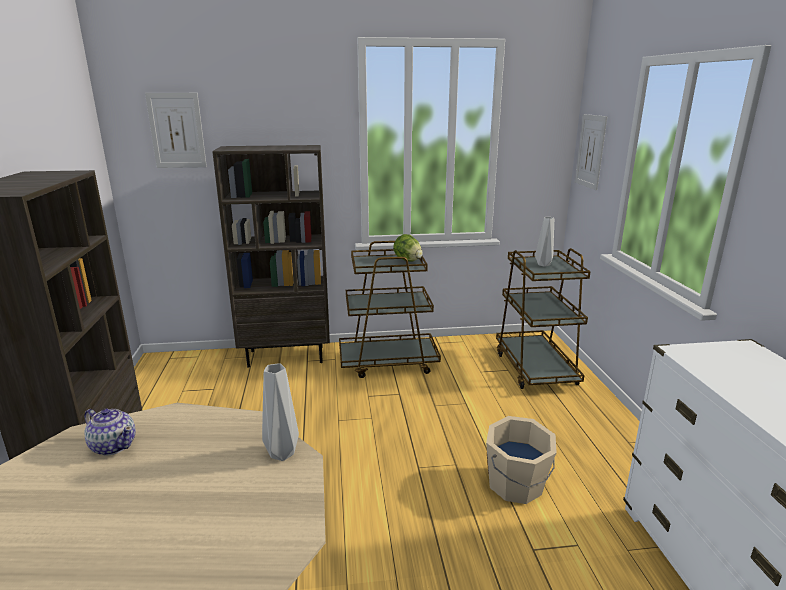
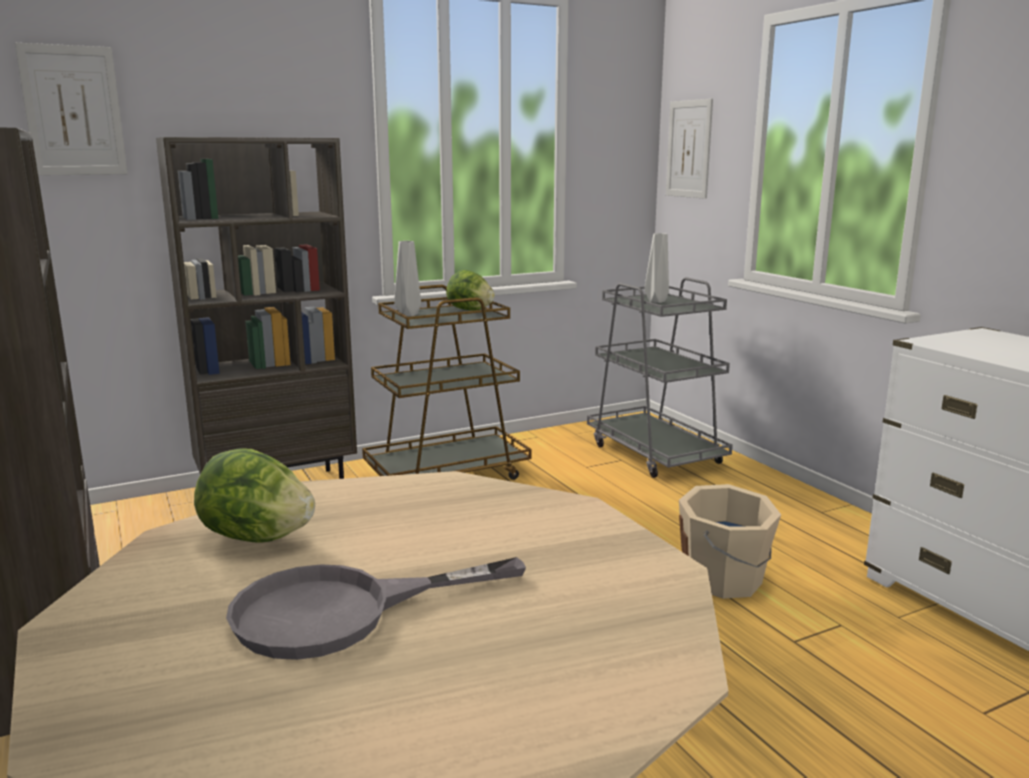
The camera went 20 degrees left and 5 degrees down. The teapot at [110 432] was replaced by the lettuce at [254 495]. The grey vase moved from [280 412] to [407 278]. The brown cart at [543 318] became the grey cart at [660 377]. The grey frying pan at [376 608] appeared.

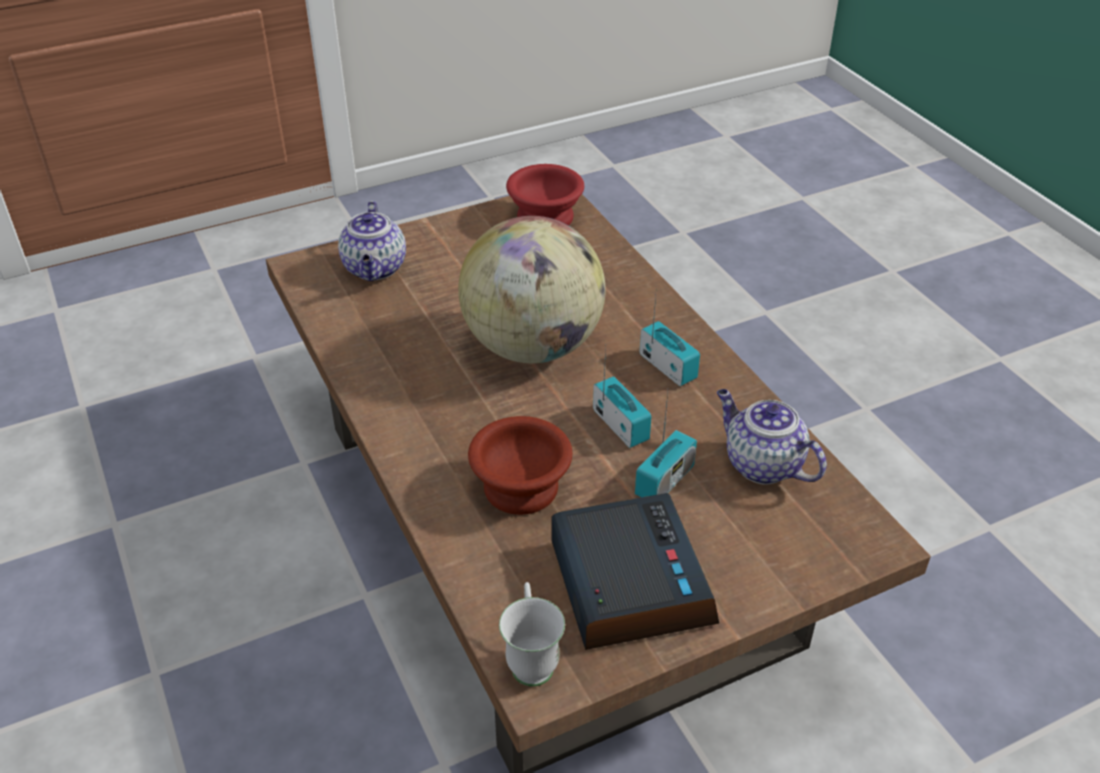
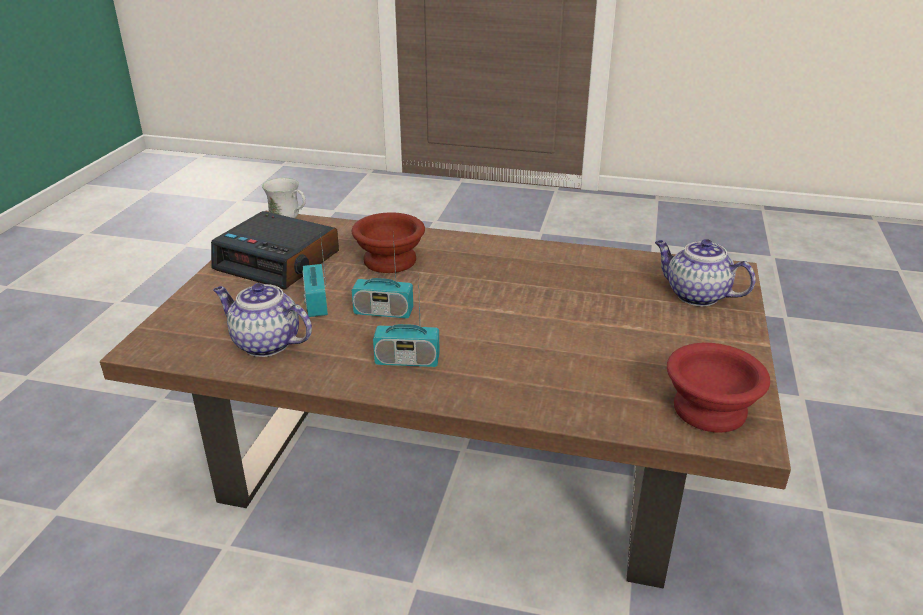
The camera went 130 degrees right and 10 degrees down. The globe at [532 289] disappeared. The teapot at [772 437] turned 150 degrees counterclockwise.

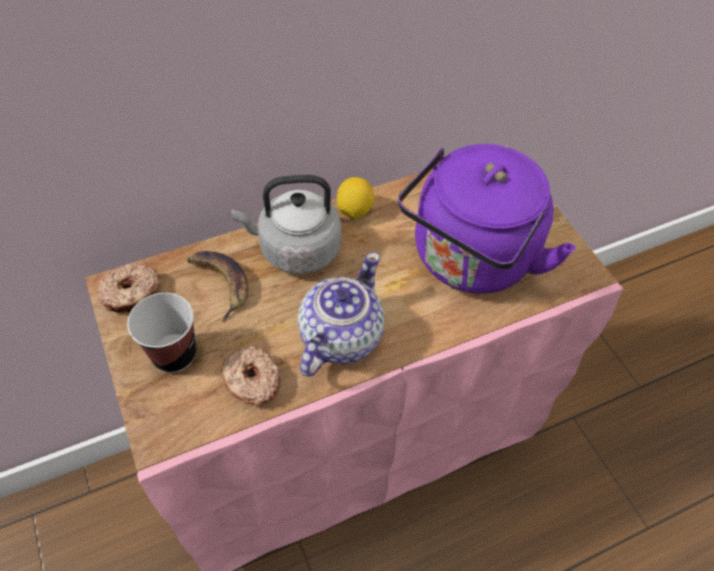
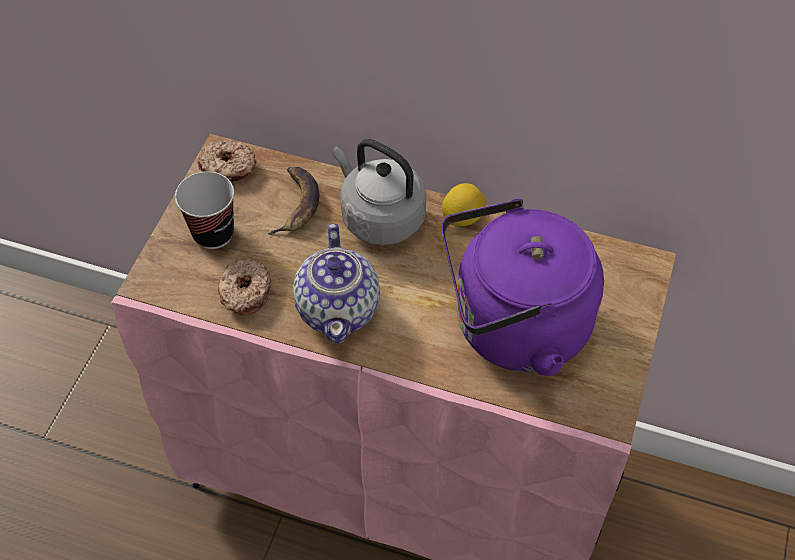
The camera went 45 degrees right and 0 degrees up. The teapot at [341 314] turned 105 degrees clockwise.

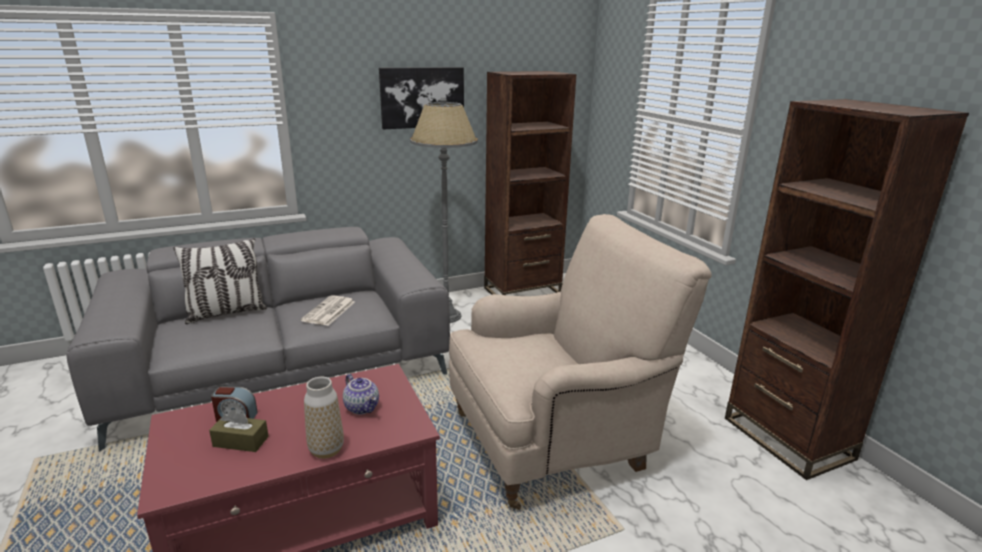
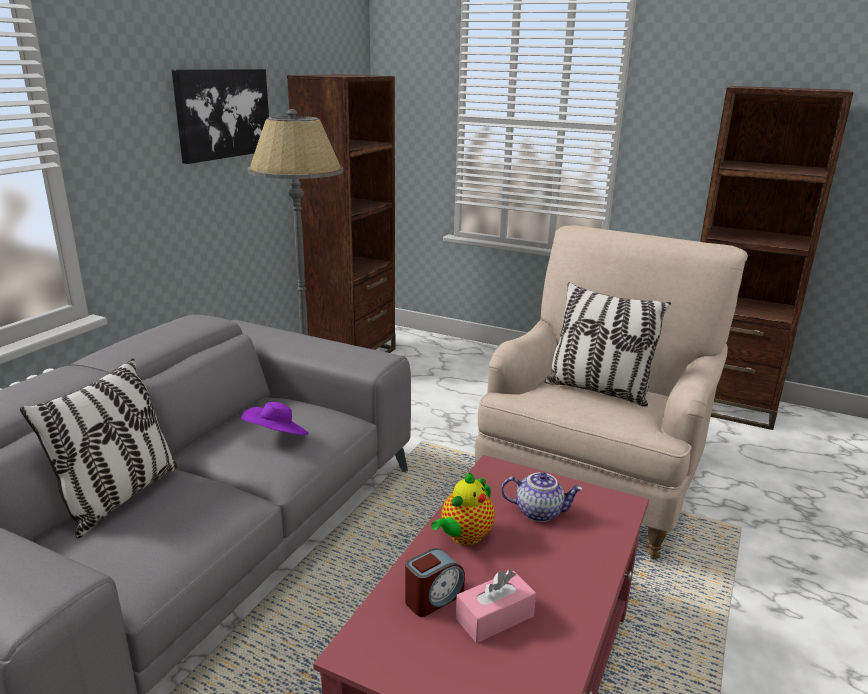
The camera went 40 degrees left and 0 degrees up. The brown tissue box at [239 430] became the pink tissue box at [496 606]. The newspaper at [328 310] was replaced by the purple hat at [275 418]. The vase at [324 418] disappeared. The teapot at [463 508] appeared. The pillow at [607 344] appeared.

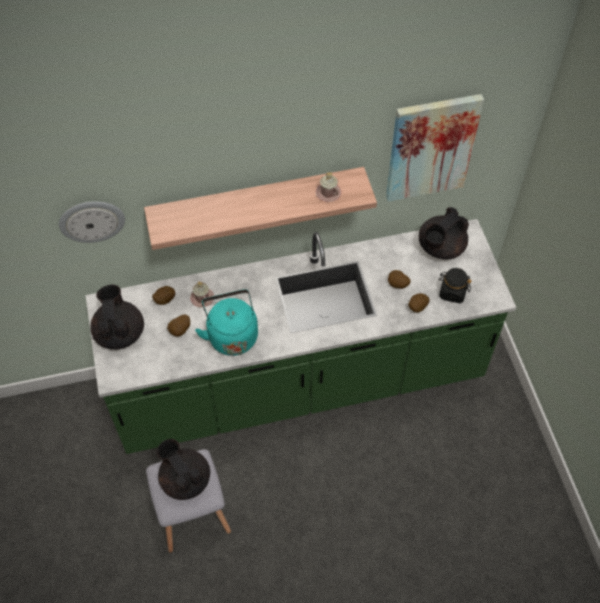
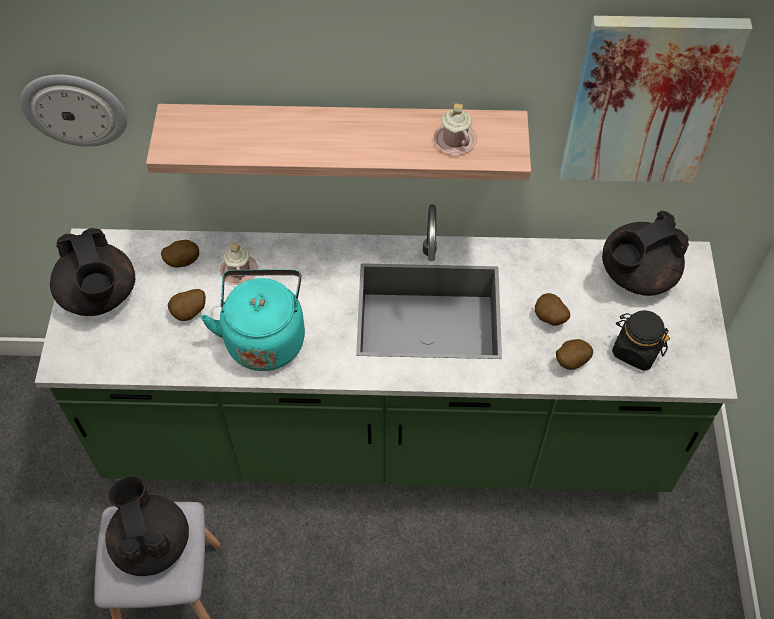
The camera went 15 degrees right and 0 degrees up. The black teapot at [117 317] turned 150 degrees clockwise.

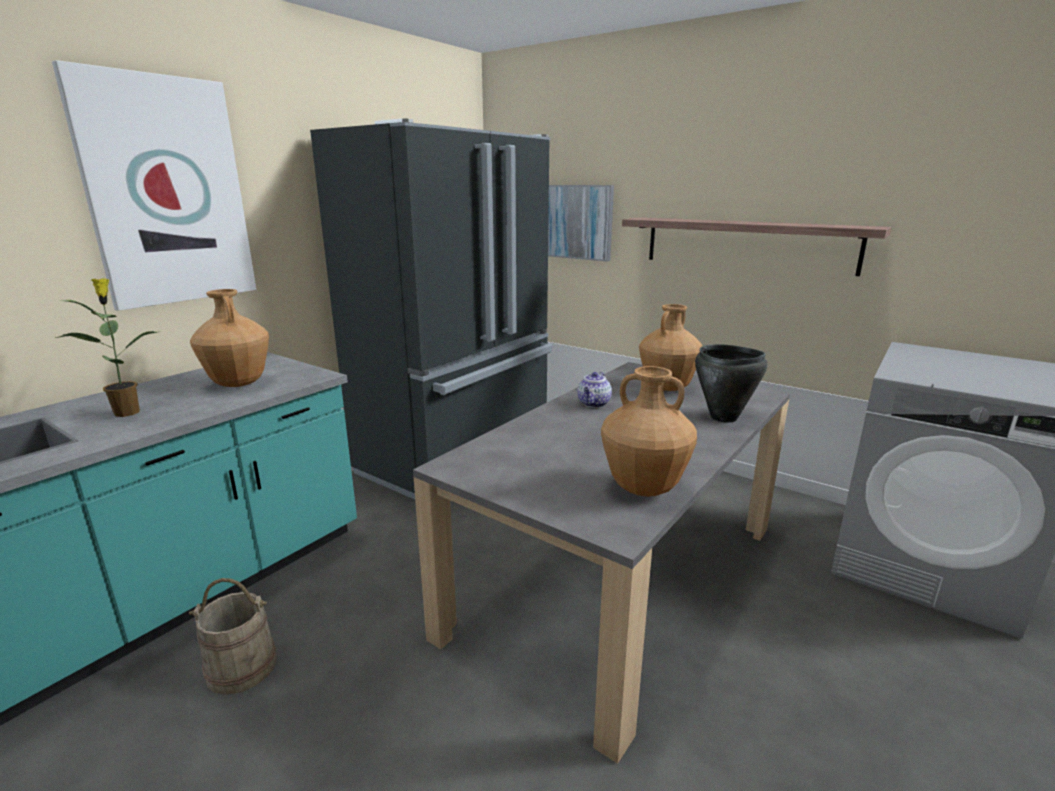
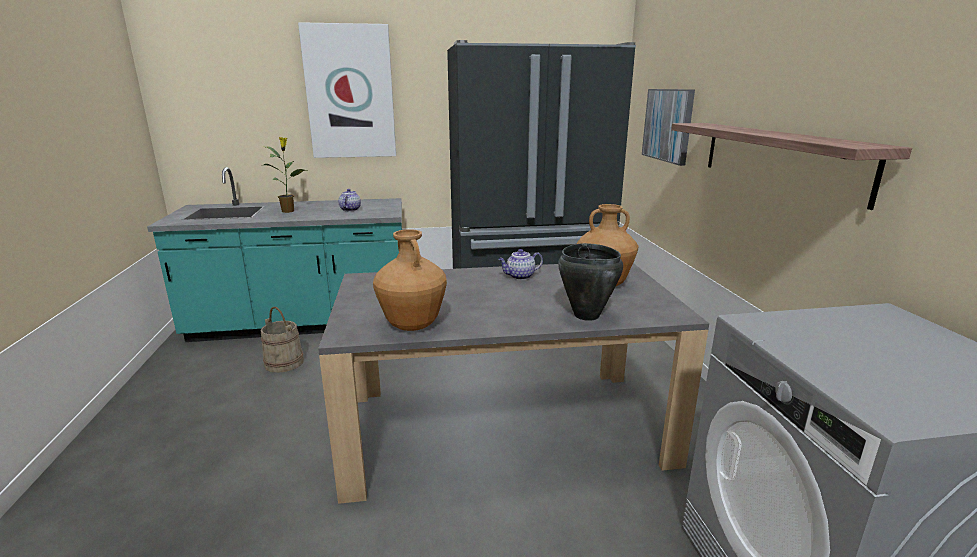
The camera went 45 degrees right and 0 degrees up. The brown vase at [229 338] was replaced by the teapot at [349 200].

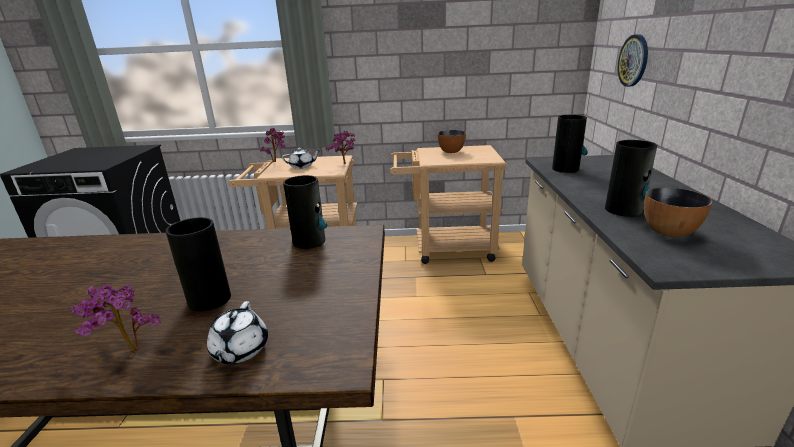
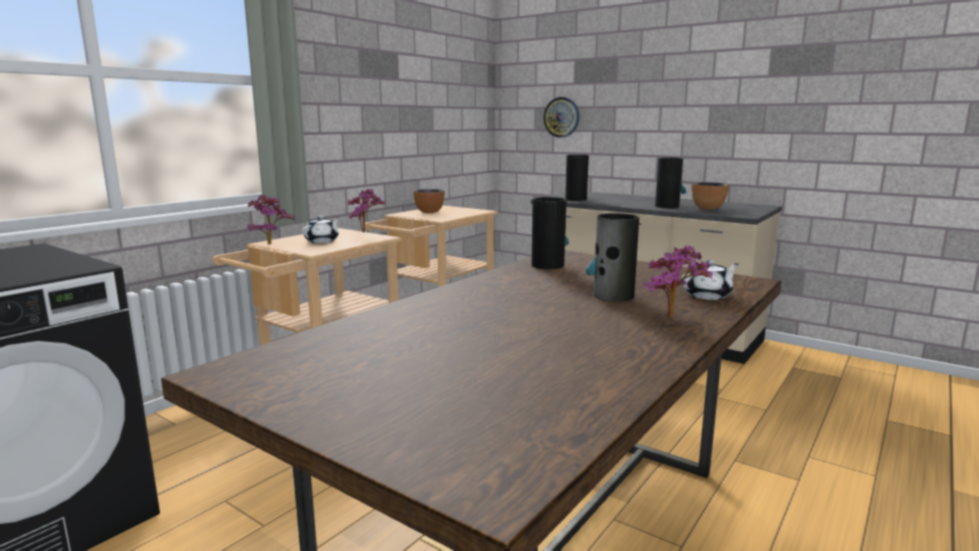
The camera went 55 degrees left and 10 degrees down. The white teapot at [237 332] turned 60 degrees counterclockwise.

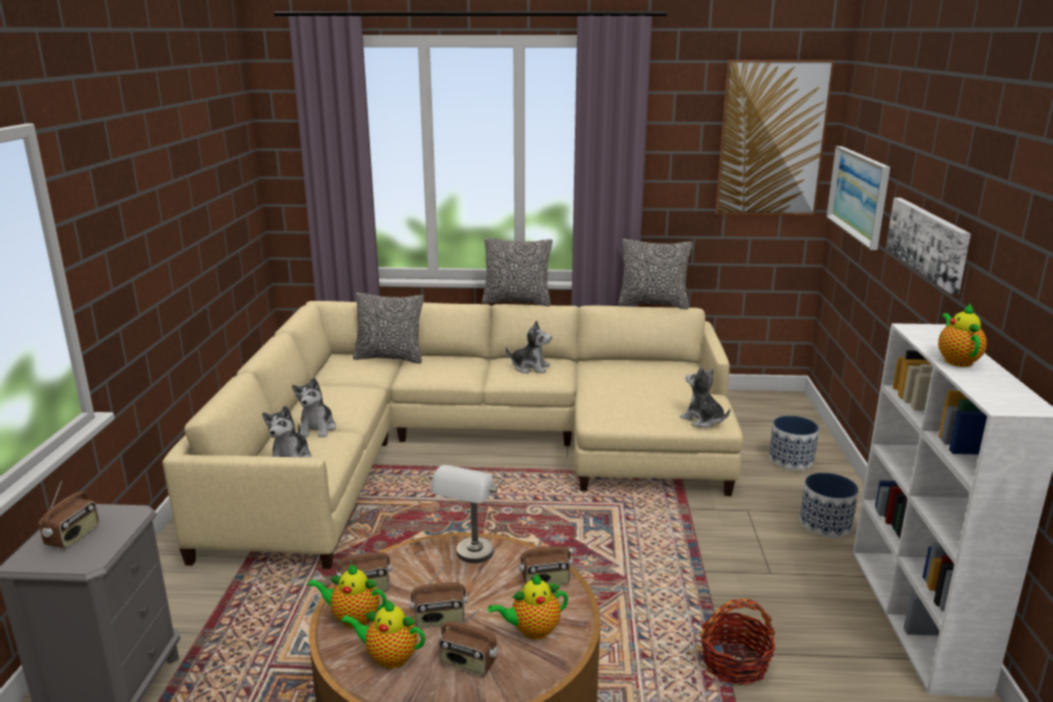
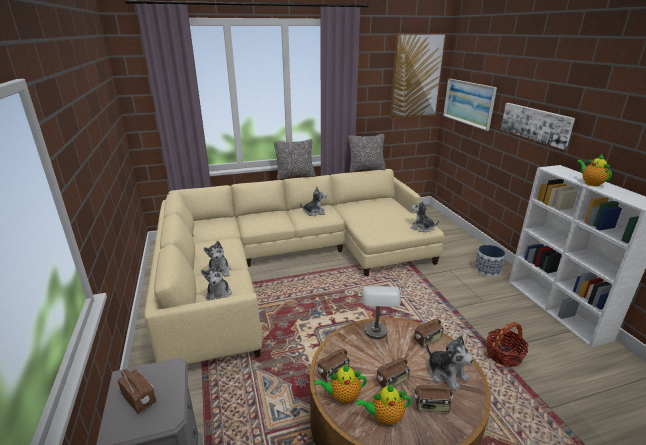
The camera went 20 degrees left and 5 degrees up. The radio at [69 515] turned 45 degrees counterclockwise. The pillow at [388 327] disappeared. The teapot at [528 607] was replaced by the plush toy at [450 363]. The planter at [794 443] disappeared.

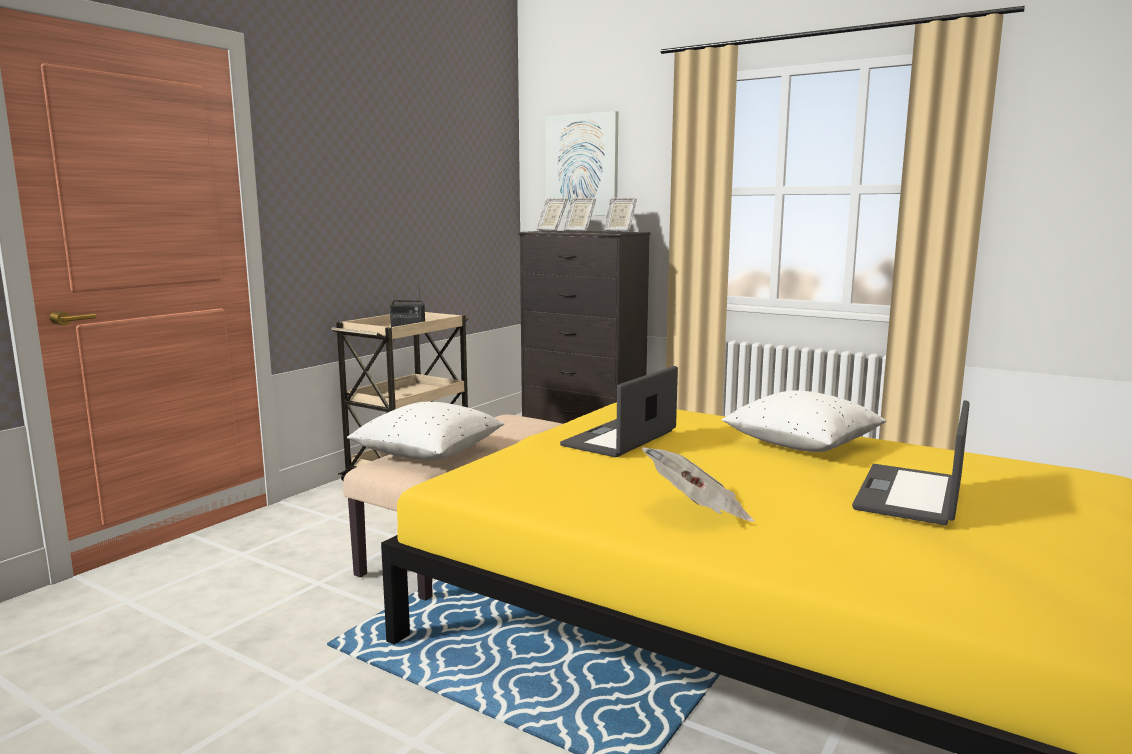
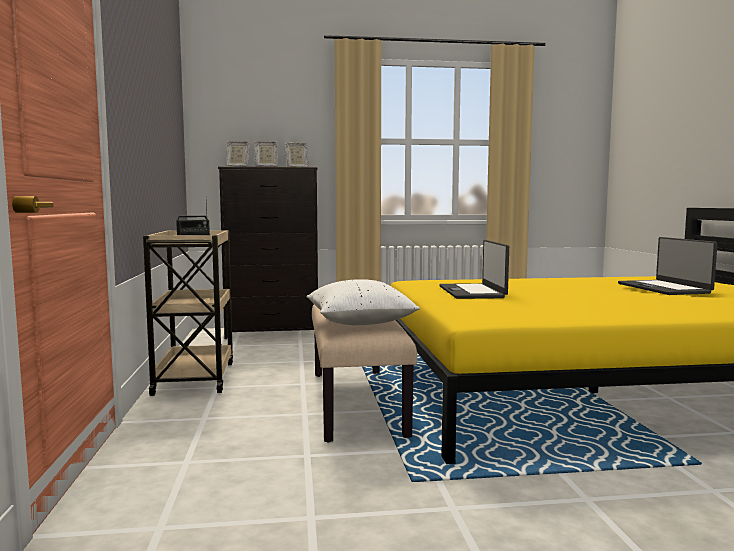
The camera went 40 degrees left and 5 degrees down. The picture at [581 163] disappeared. The newspaper at [698 484] disappeared. The white pillow at [804 421] disappeared.

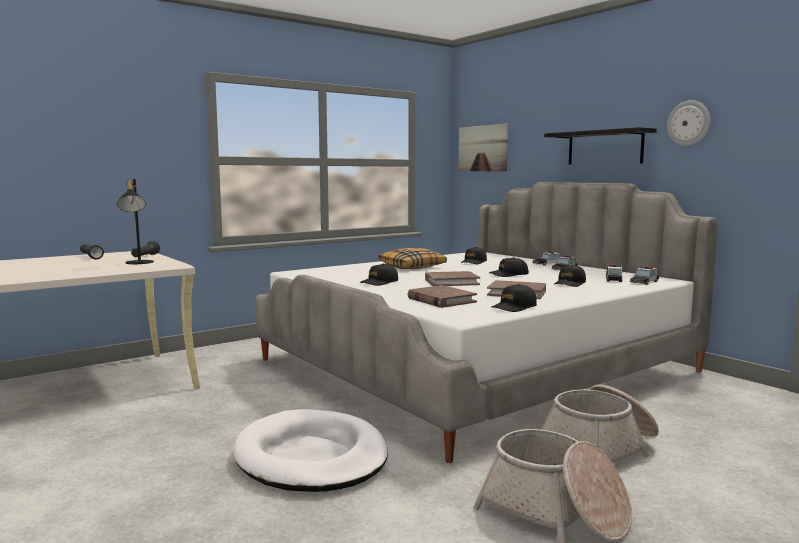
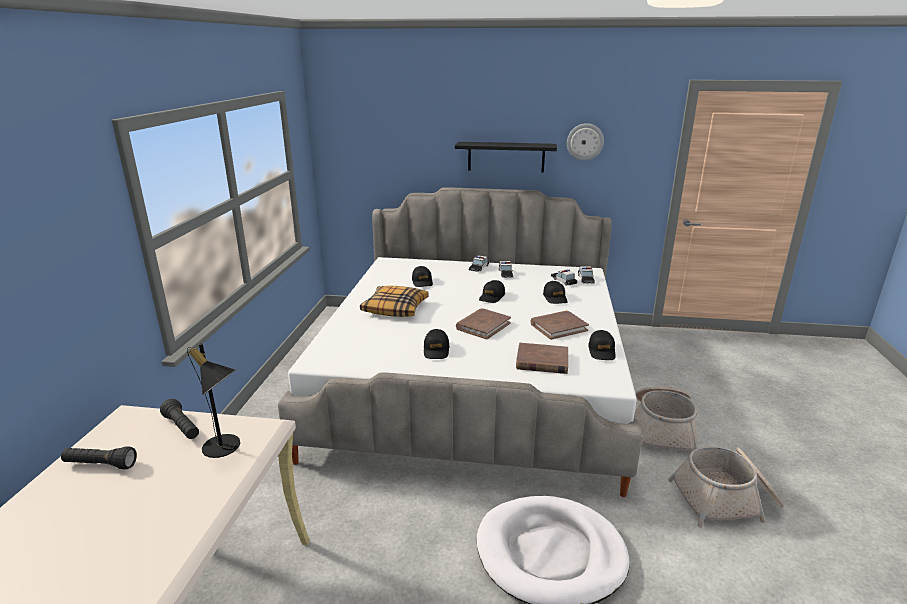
The camera went 45 degrees left and 15 degrees up. The picture at [483 147] disappeared.

